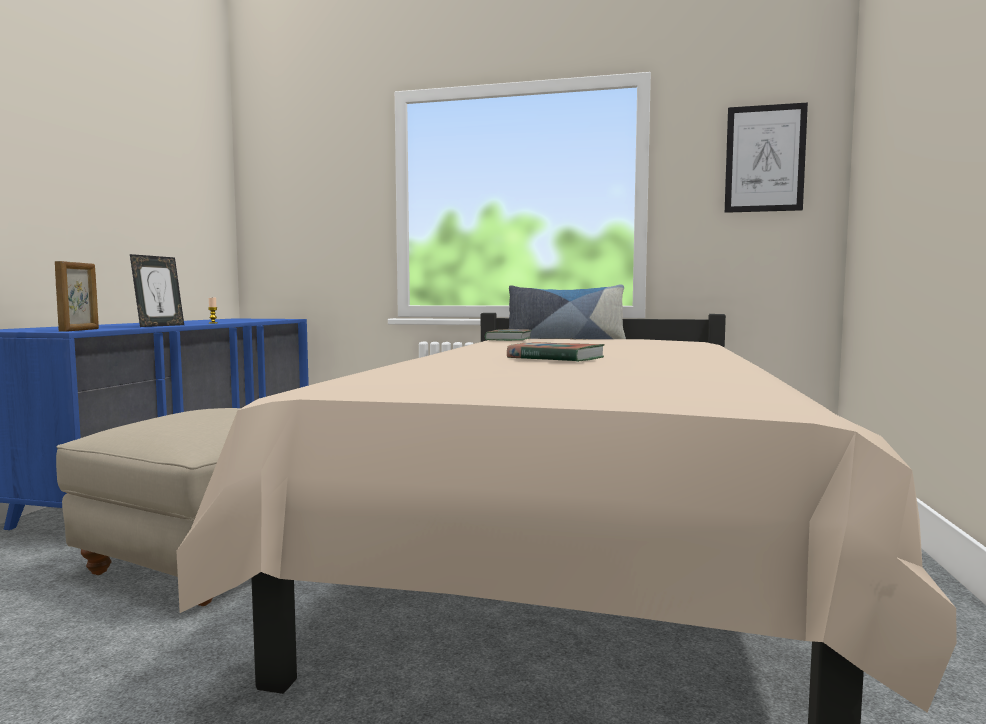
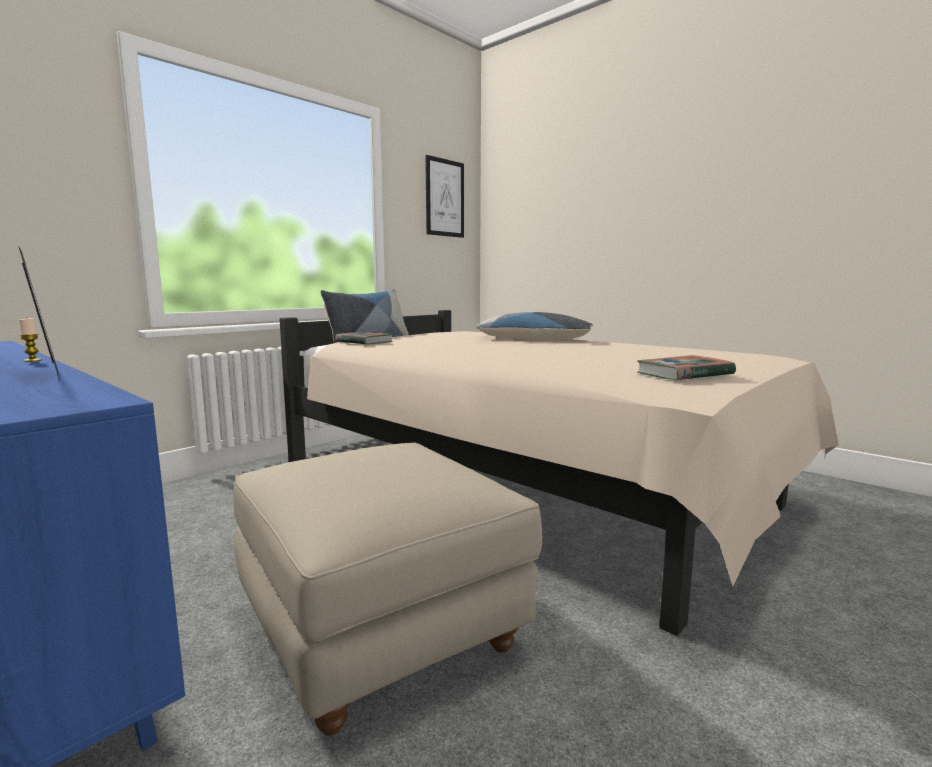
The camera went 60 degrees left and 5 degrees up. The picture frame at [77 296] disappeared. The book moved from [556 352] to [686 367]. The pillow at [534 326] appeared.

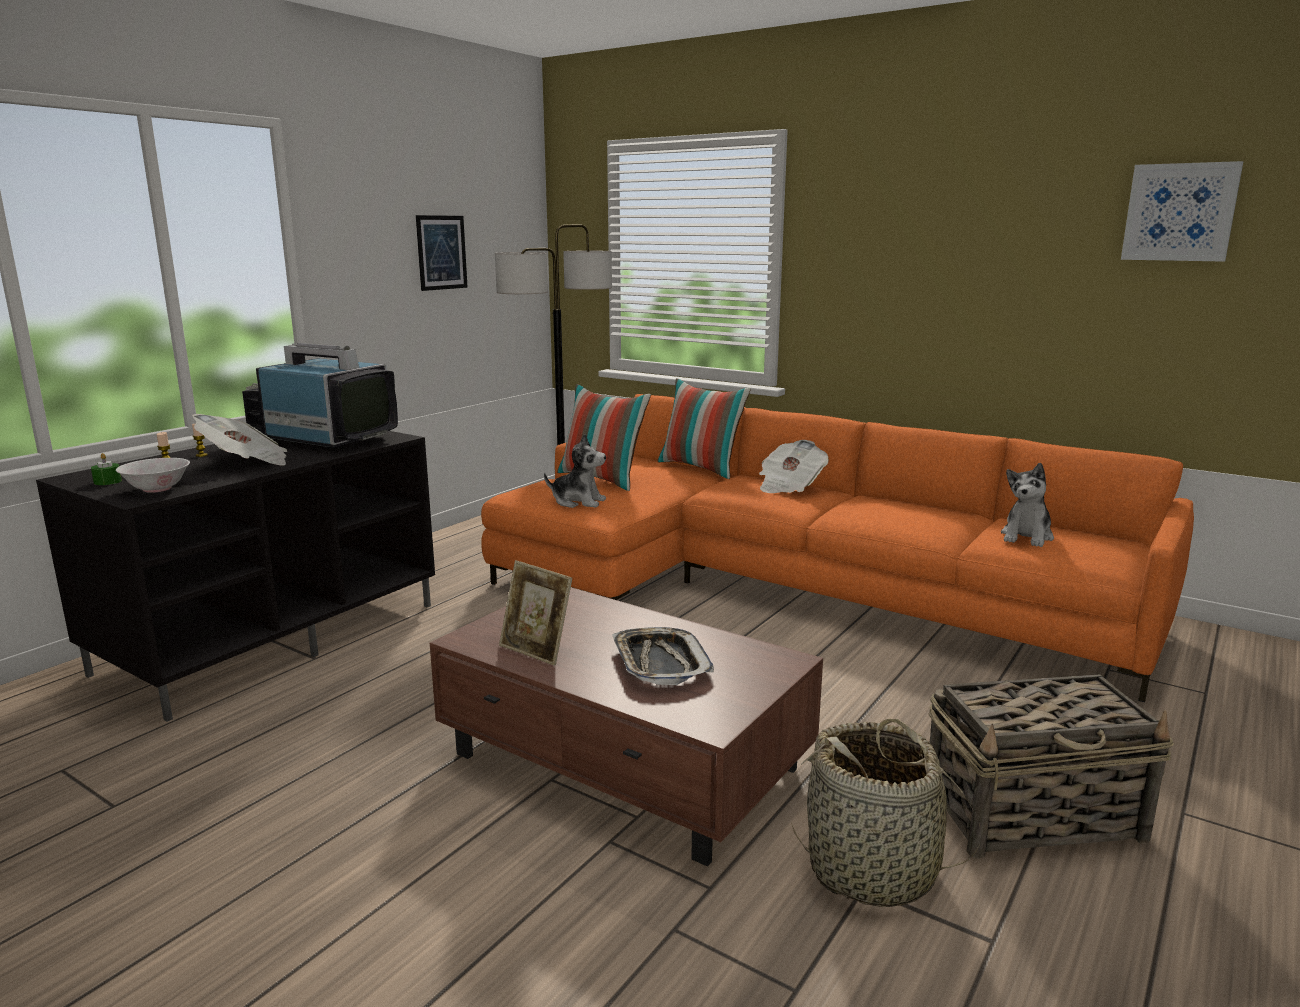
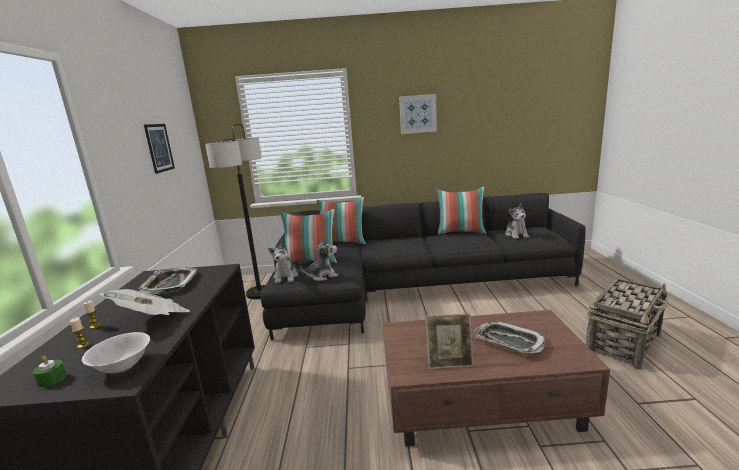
The camera went 35 degrees left and 0 degrees up. The television at [320 396] was replaced by the tray at [168 280]. The orange sofa at [837 548] became the black sofa at [423 266]. The newspaper at [794 466] disappeared. The basket at [886 813] disappeared. The picture moved from [1182 211] to [418 114]. The plush toy at [283 262] appeared. The pillow at [461 211] appeared.

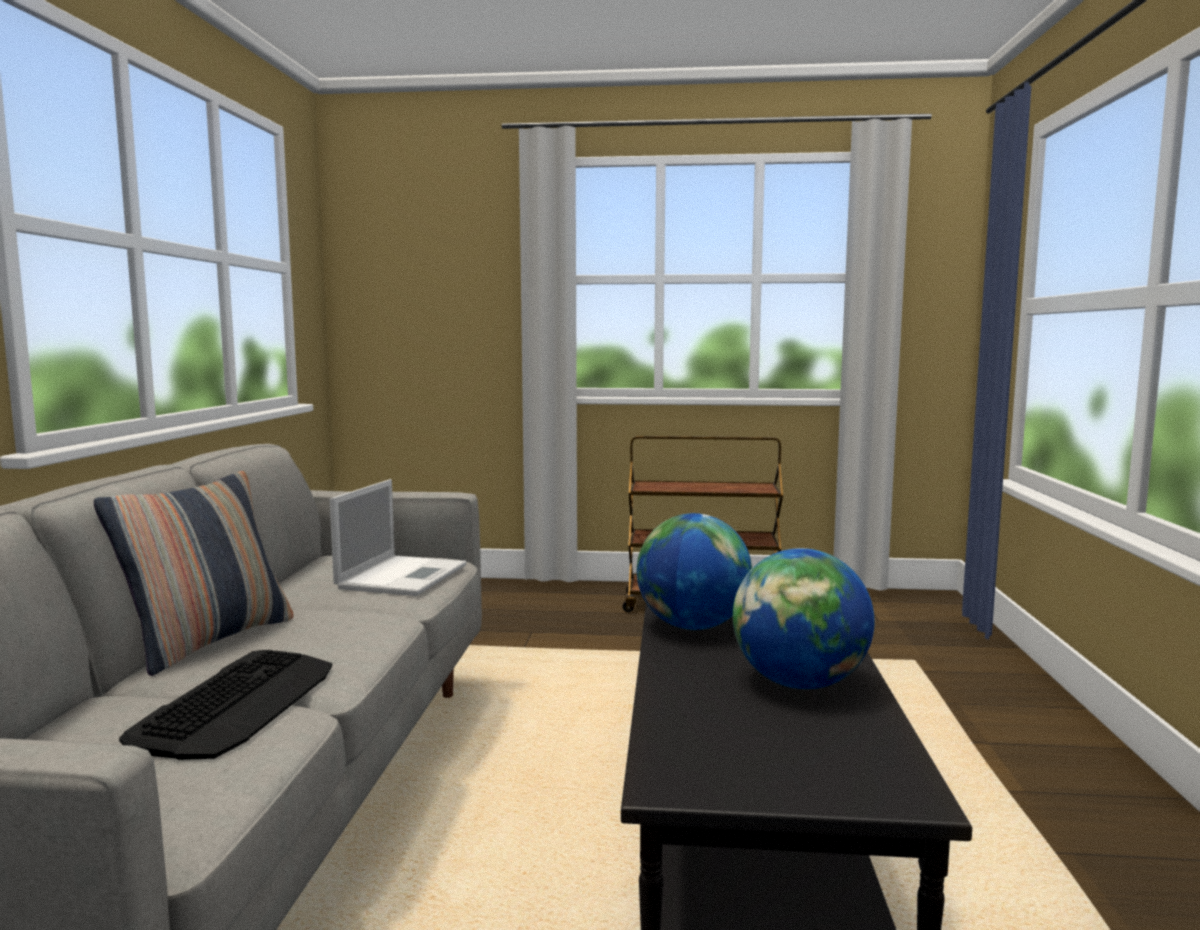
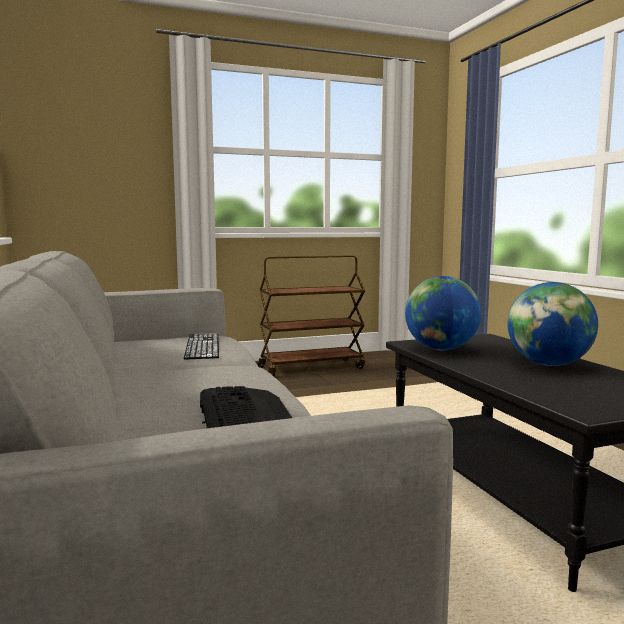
The camera went 25 degrees left and 0 degrees up. The pillow at [193 573] disappeared. The laptop at [398 537] was replaced by the keyboard at [201 346].

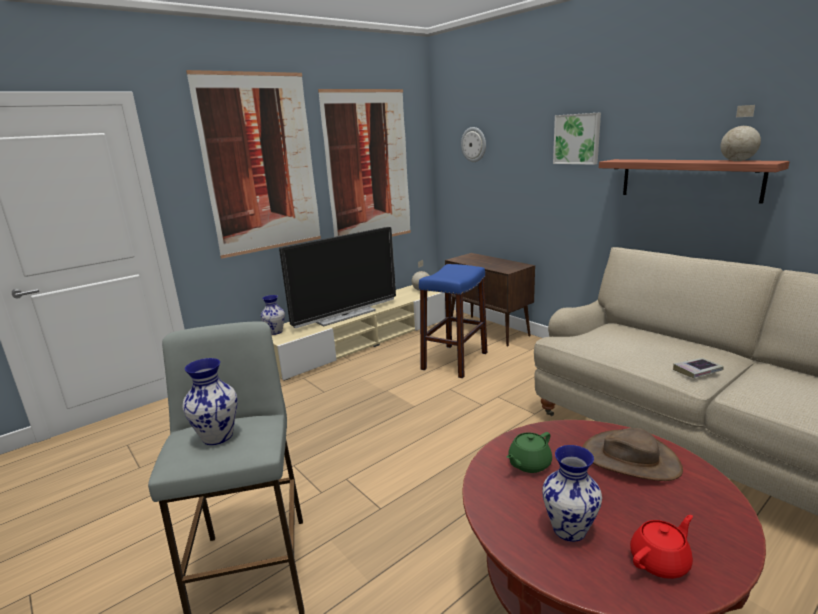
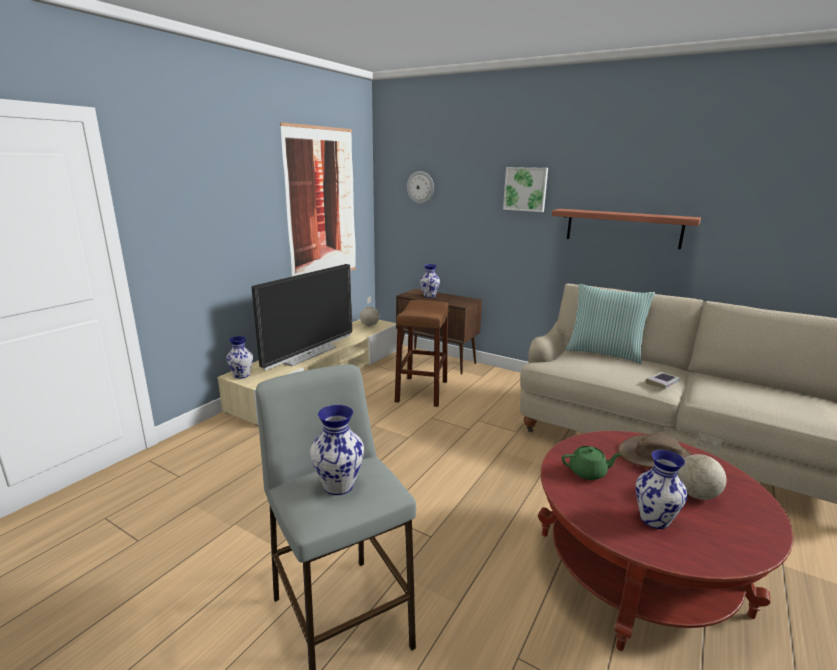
The camera went 20 degrees left and 0 degrees up. The picture at [253 164] disappeared. The blue stool at [453 321] became the brown stool at [422 353]. The green teapot at [529 452] turned 120 degrees counterclockwise. The red teapot at [661 547] disappeared. The globe moved from [740 133] to [701 466]. The vase at [430 281] appeared. The pillow at [610 324] appeared.

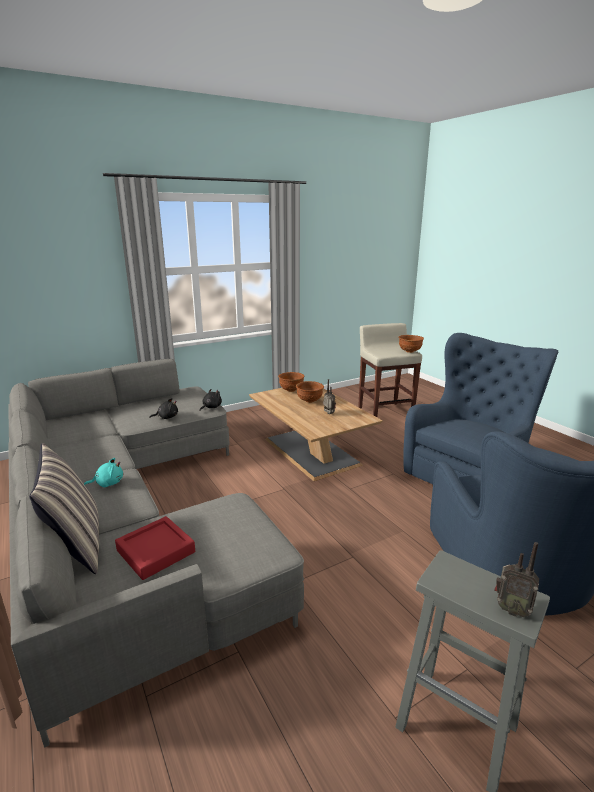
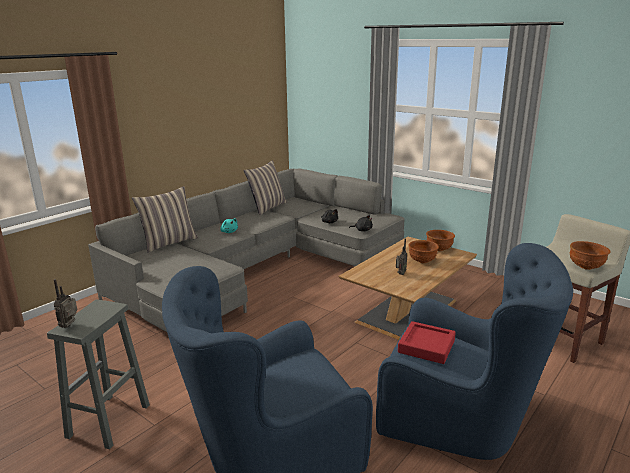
The camera went 70 degrees right and 0 degrees up. The red tray moved from [155 548] to [427 342]. The pillow at [265 187] appeared.

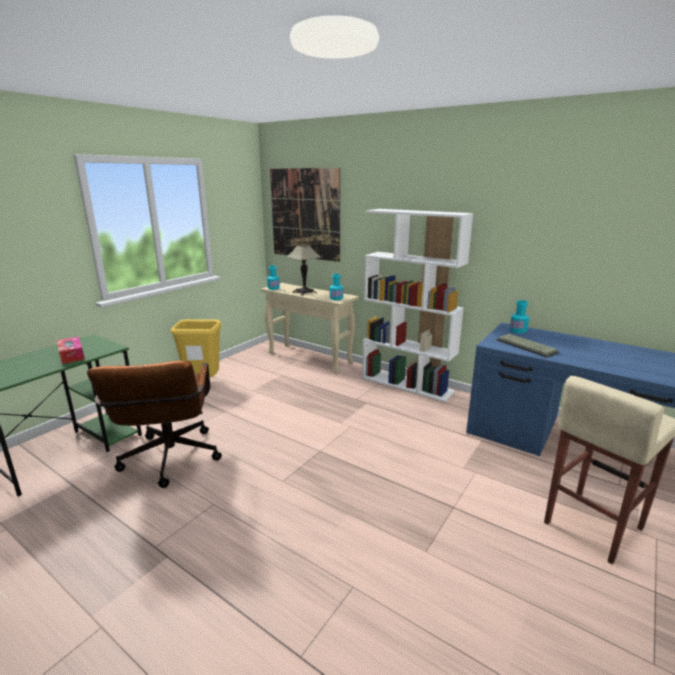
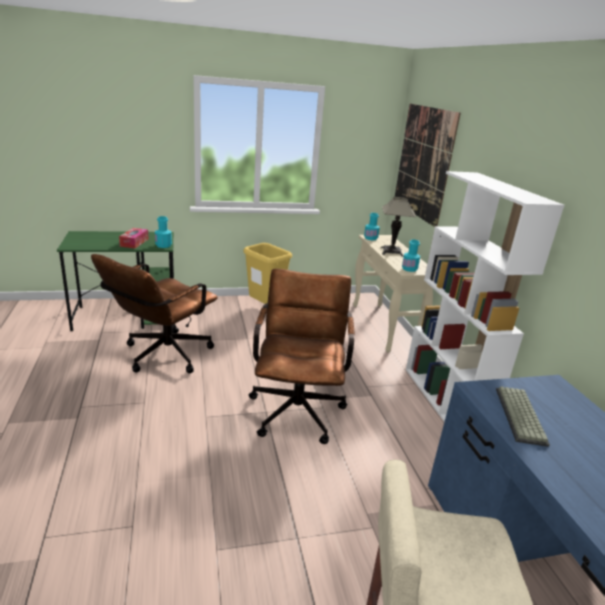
The camera went 40 degrees right and 5 degrees up. The turquoise bottle moved from [519 317] to [163 232]. The brown office chair at [301 356] appeared.

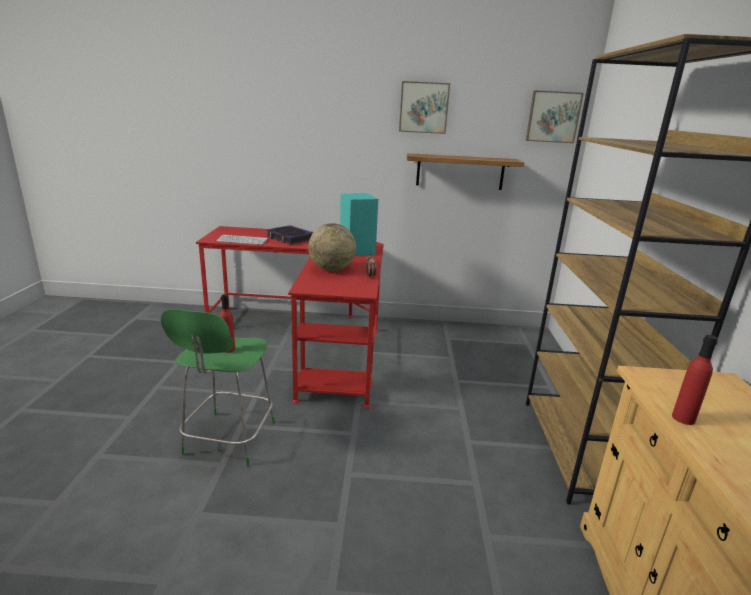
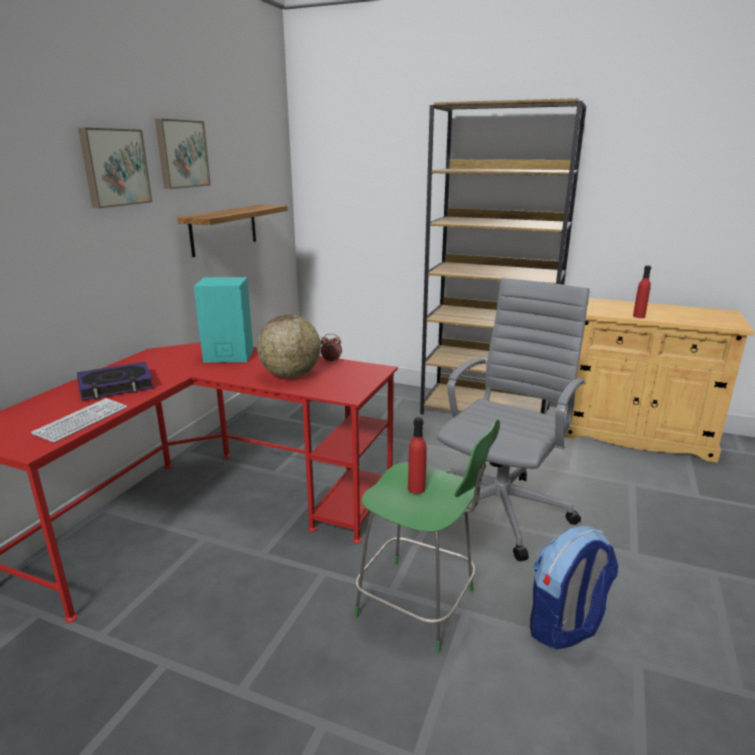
The camera went 70 degrees left and 0 degrees up. The picture moved from [555 116] to [115 168]. The grey office chair at [513 420] appeared. The backpack at [574 588] appeared.

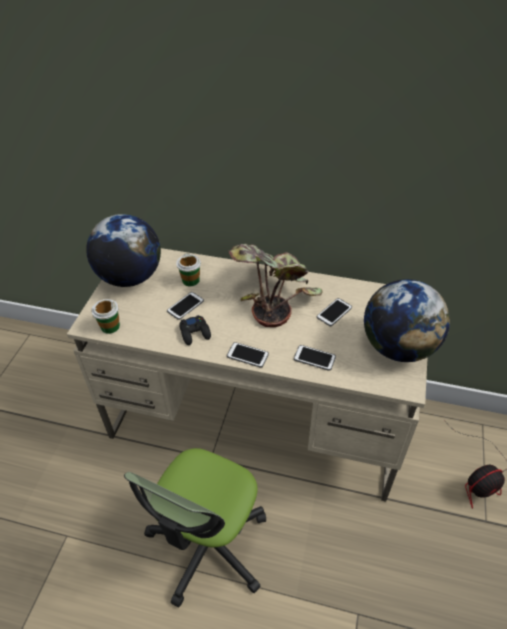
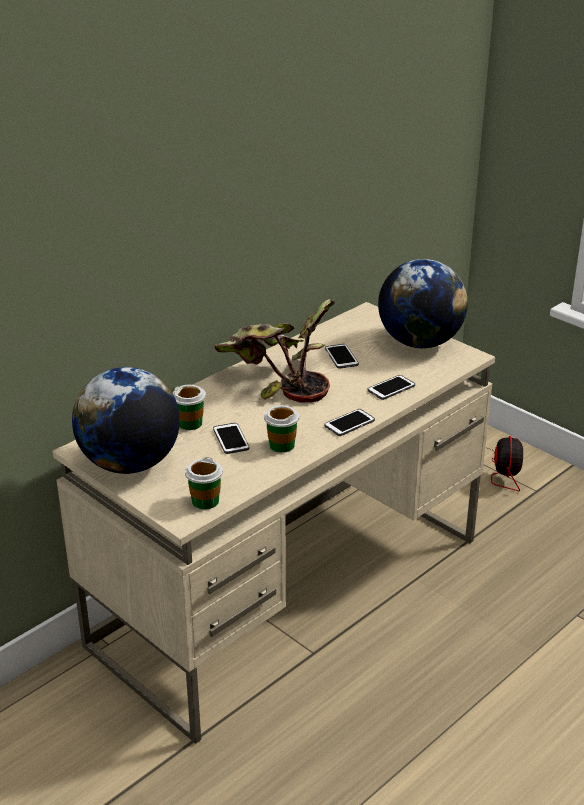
The camera went 60 degrees left and 15 degrees down. The office chair at [195 527] disappeared. The black game controller at [195 330] was replaced by the cup at [281 429].

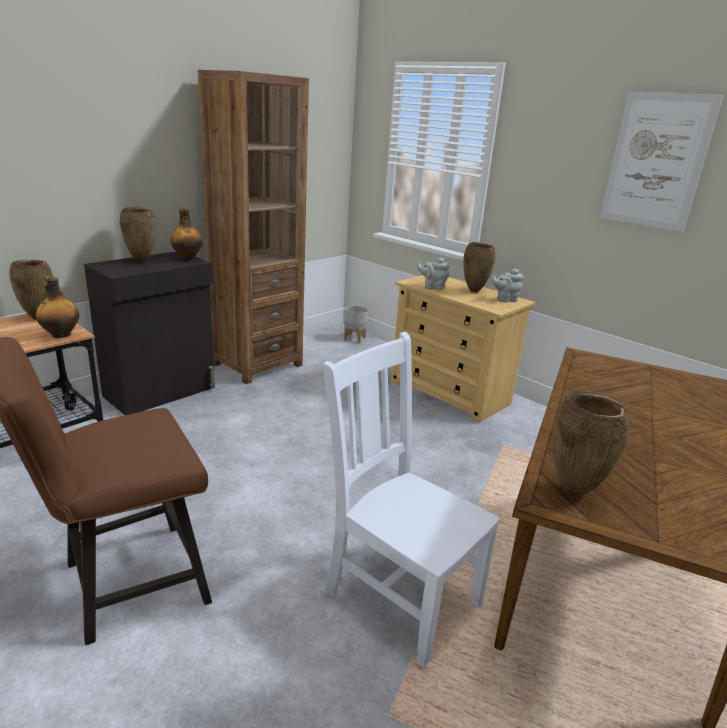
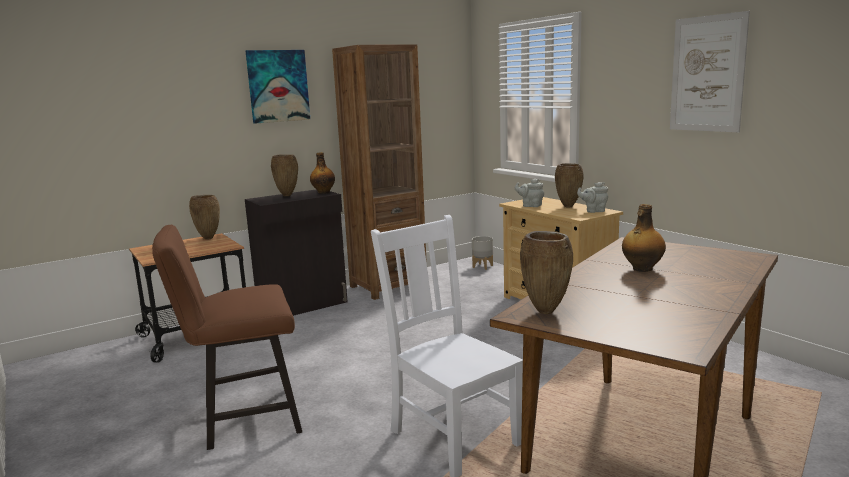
The camera went 15 degrees right and 10 degrees down. The bottle moved from [57 307] to [644 238]. The picture at [278 86] appeared.

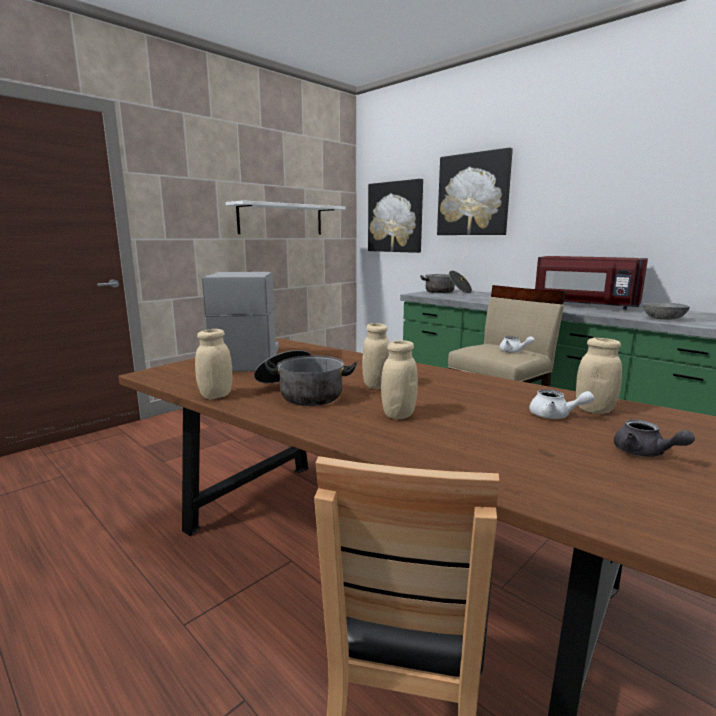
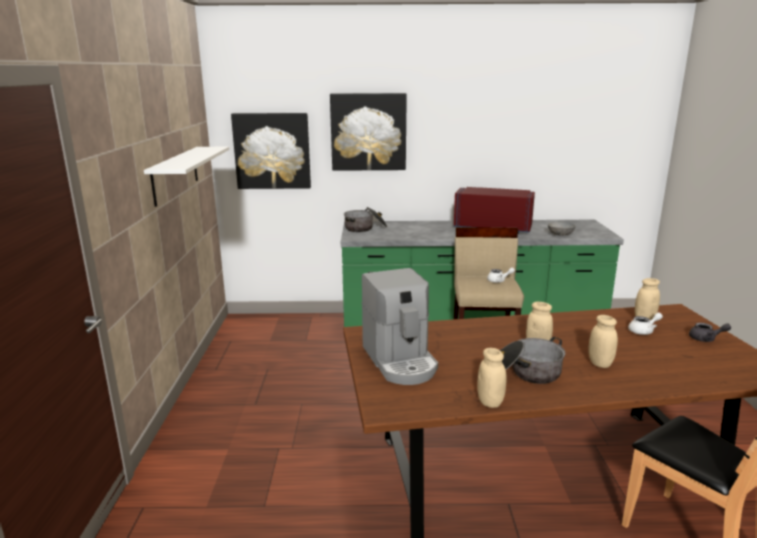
The camera went 45 degrees left and 5 degrees up. The coffee machine at [240 322] turned 150 degrees counterclockwise. The red microwave at [591 283] turned 150 degrees counterclockwise.

